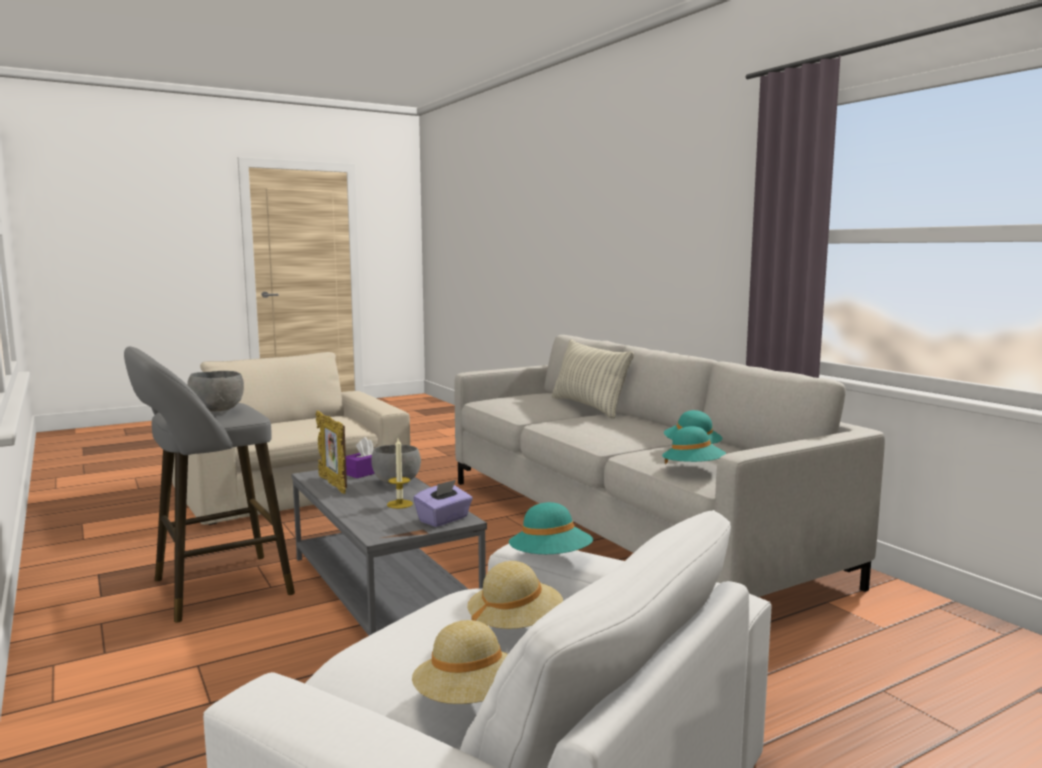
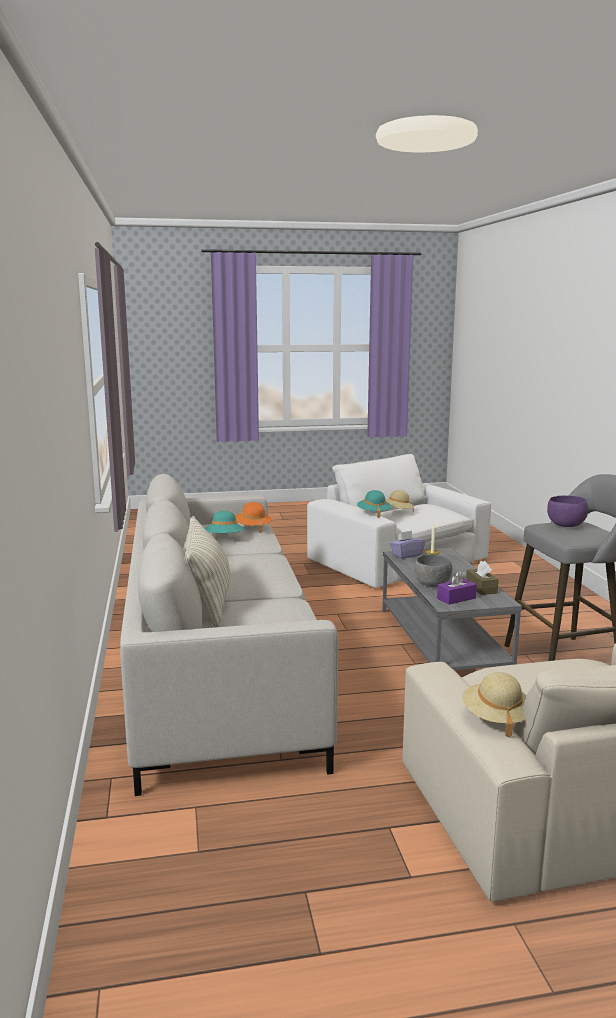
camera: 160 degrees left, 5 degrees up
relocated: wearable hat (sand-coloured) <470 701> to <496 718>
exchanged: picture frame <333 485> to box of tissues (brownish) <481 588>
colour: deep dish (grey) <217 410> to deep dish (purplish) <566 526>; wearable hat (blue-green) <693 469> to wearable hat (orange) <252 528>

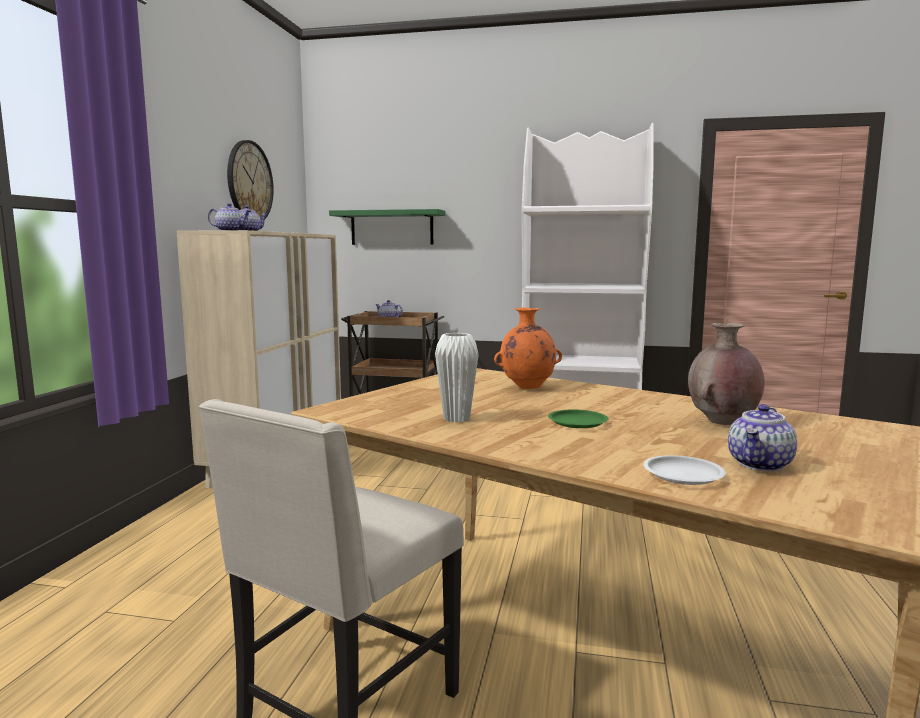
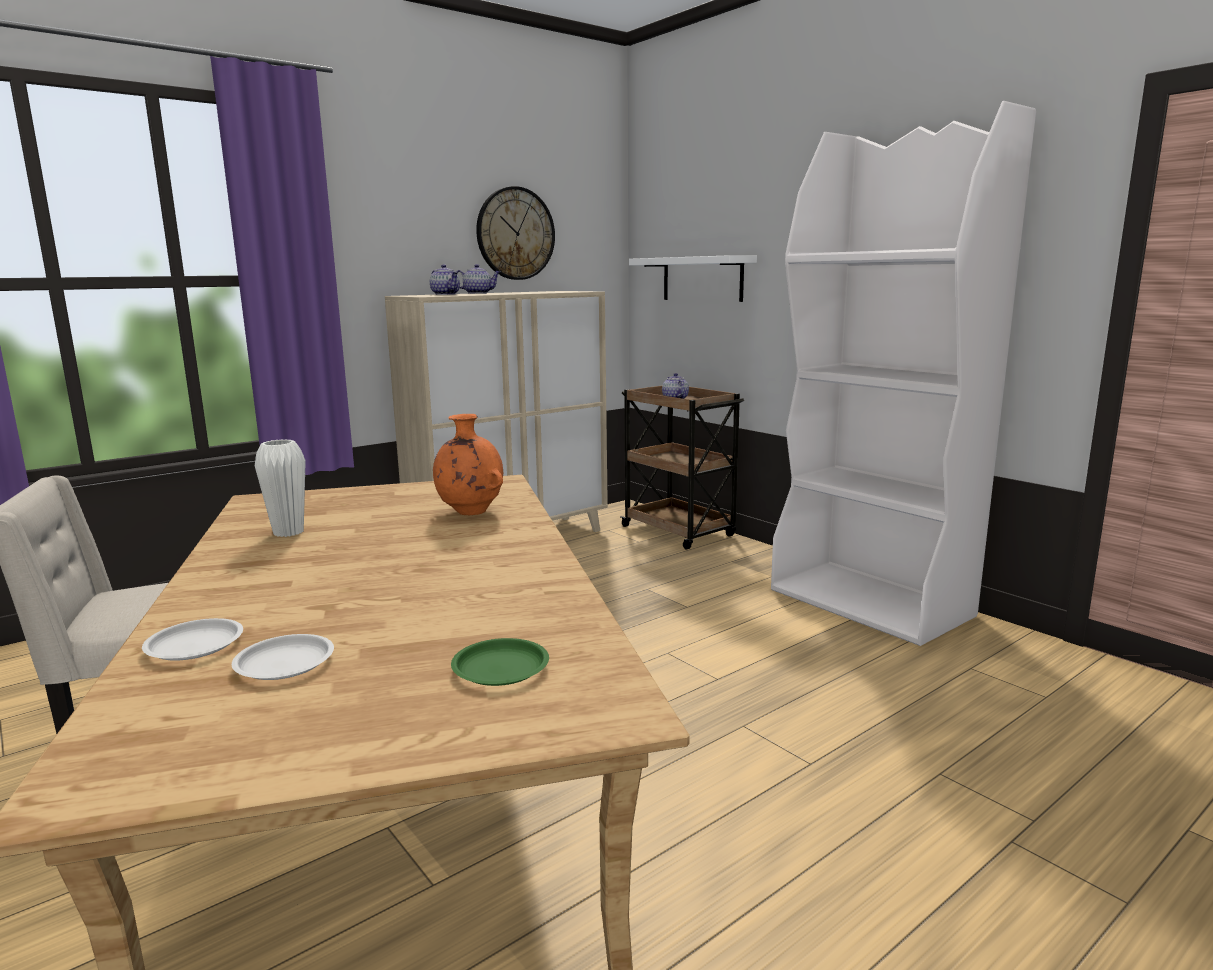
camera: 40 degrees right, 5 degrees up
missing: flower vase (brownish) <722 422>
relocated: dinner plate (green-coloured) <577 422> to <500 668>
exchanged: tea pot <760 464> to dinner plate (white) <285 663>
colour: wall shelf (green-coloured) <392 228> to wall shelf (white) <702 279>

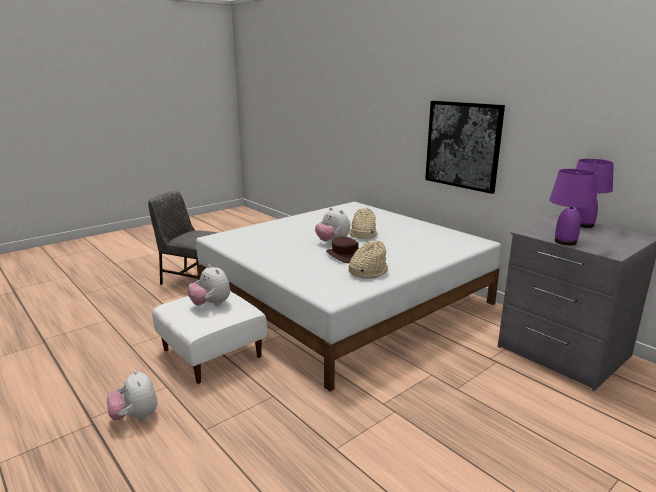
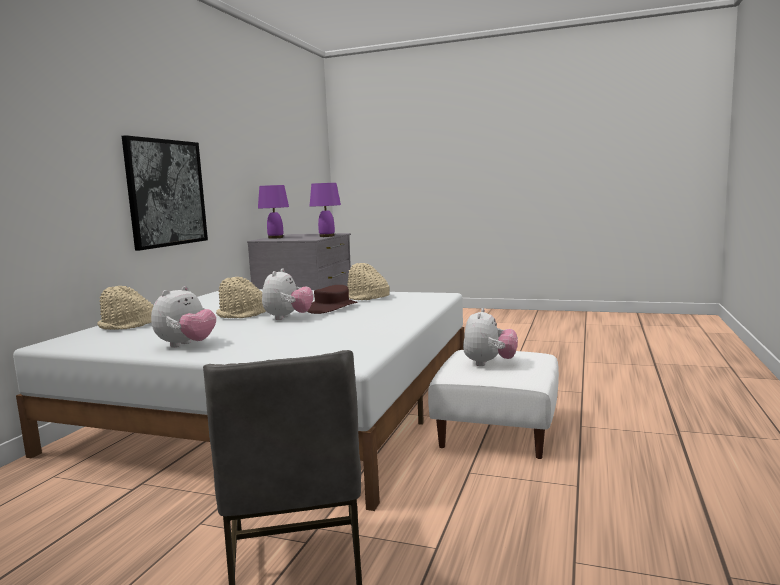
camera: 120 degrees left, 10 degrees down
appeared: wearable hat (sand-coloured) <128 325>
relocated: plush toy <135 417> to <186 345>

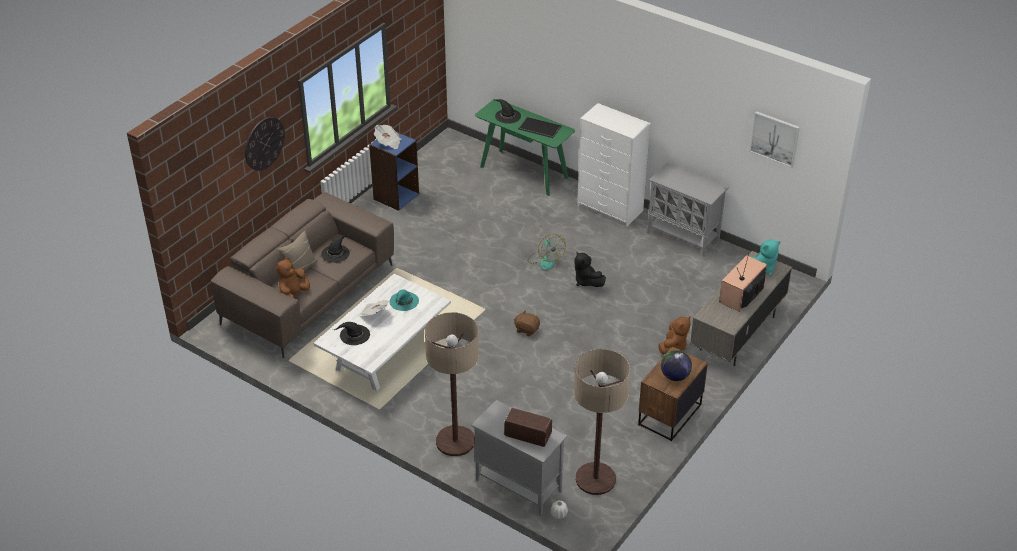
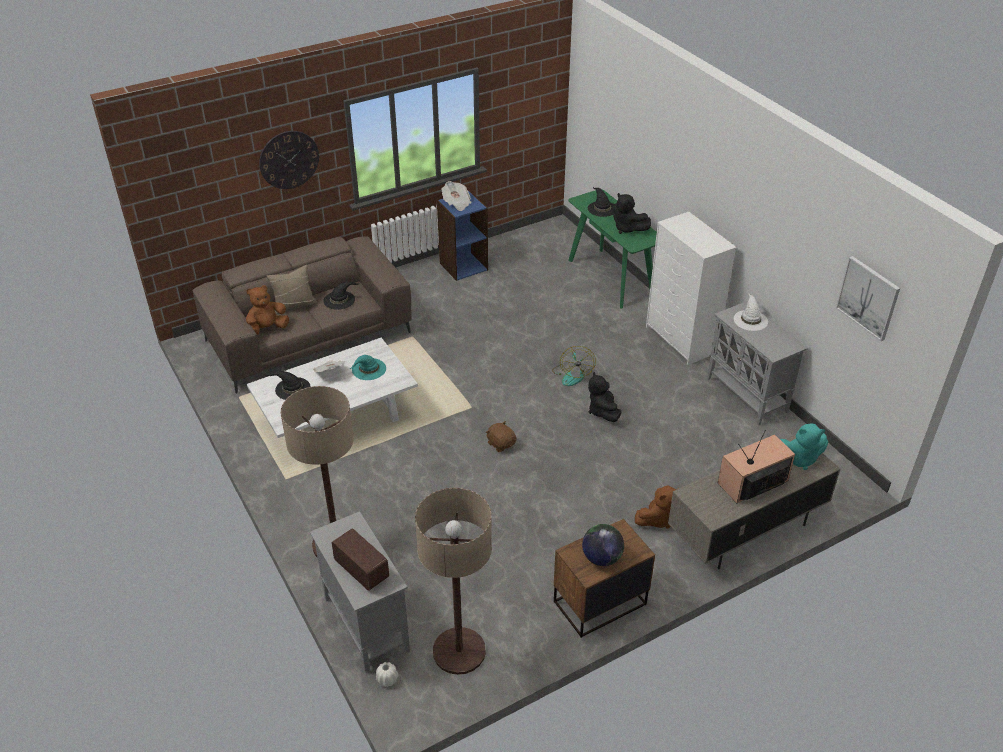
camera: 25 degrees right, 0 degrees up
appeared: wearable hat (white) <750 320>
exchanged: carrying tray <539 128> to plush toy (black) <627 228>

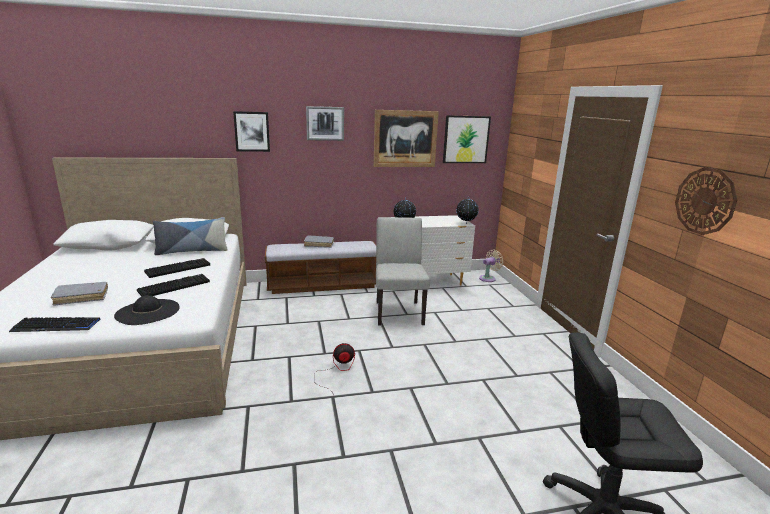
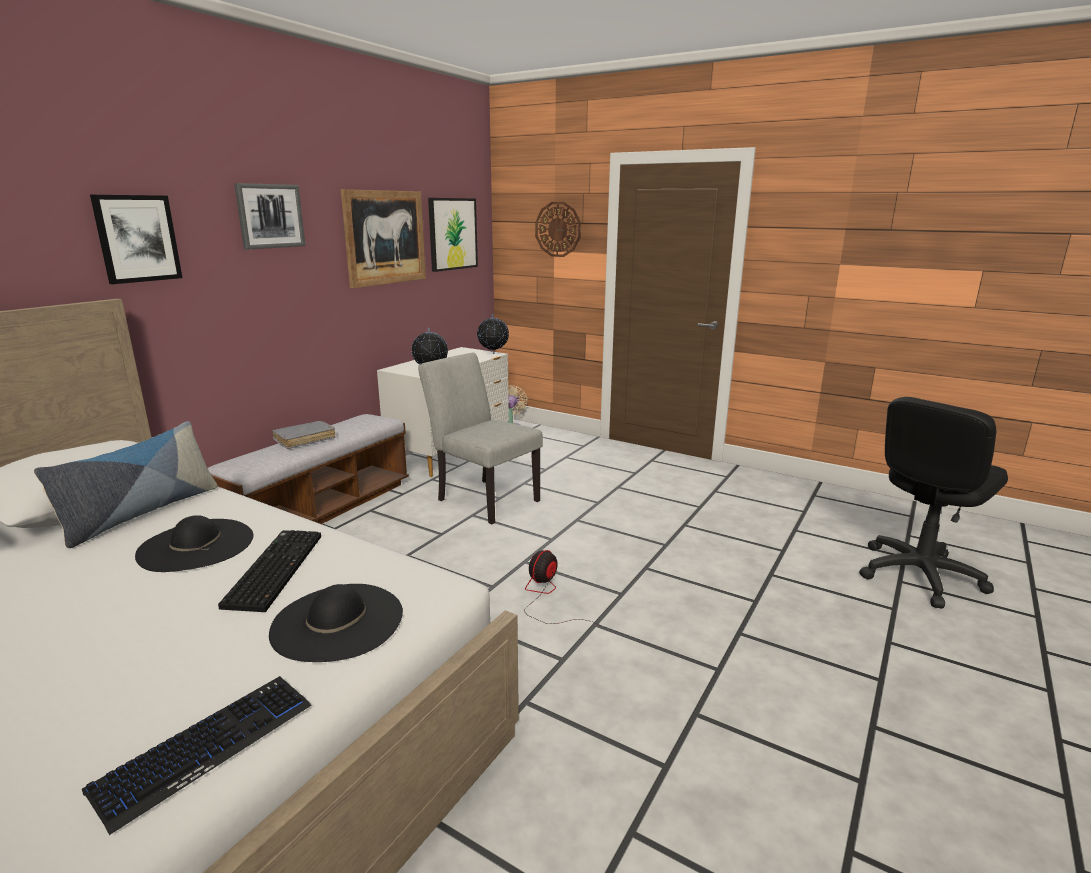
camera: 45 degrees left, 0 degrees up
missing: volume (grey) <81 297>
relocated: clock on the wall <705 201> to <558 229>
exchanged: keyboard <178 268> to wearable hat (black) <196 545>

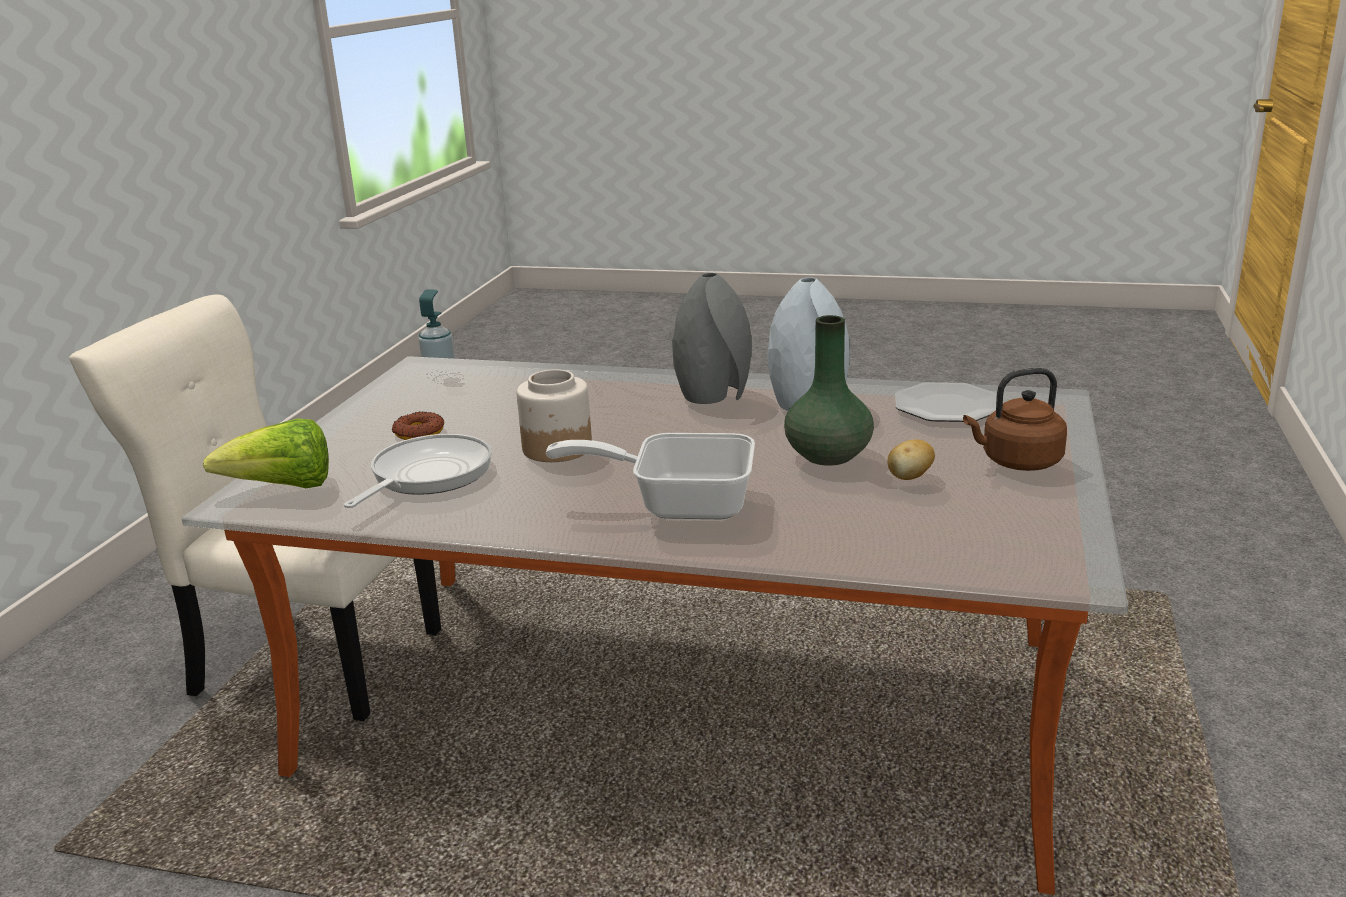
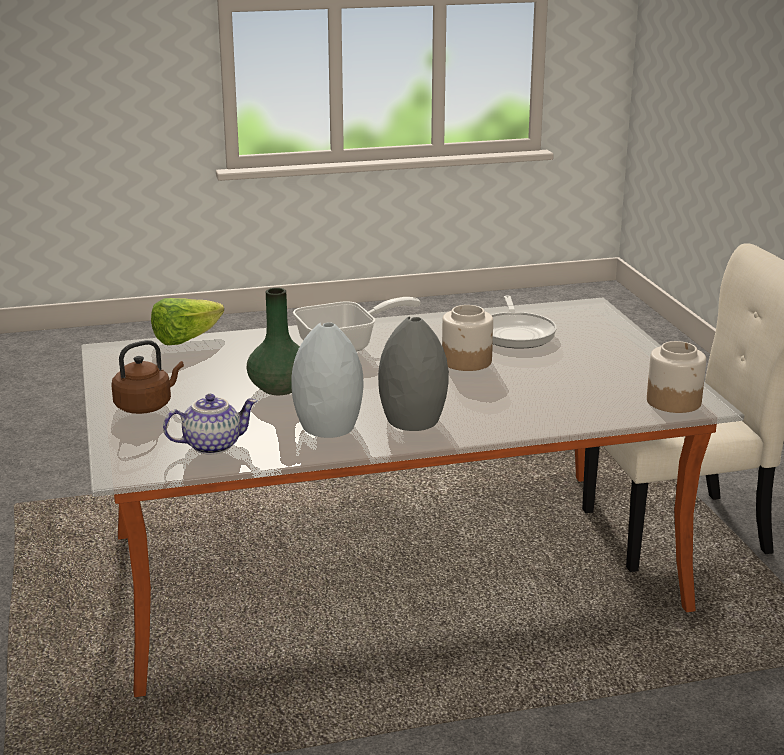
camera: 150 degrees right, 0 degrees up
missing: ring doughnut <419 433>; potato <909 478>
relocated: lettuce head <283 488> to <186 339>
exchanged: liquid soap bottle <439 372> to jar <674 401>; dinner plate <947 406> to tea pot <212 445>

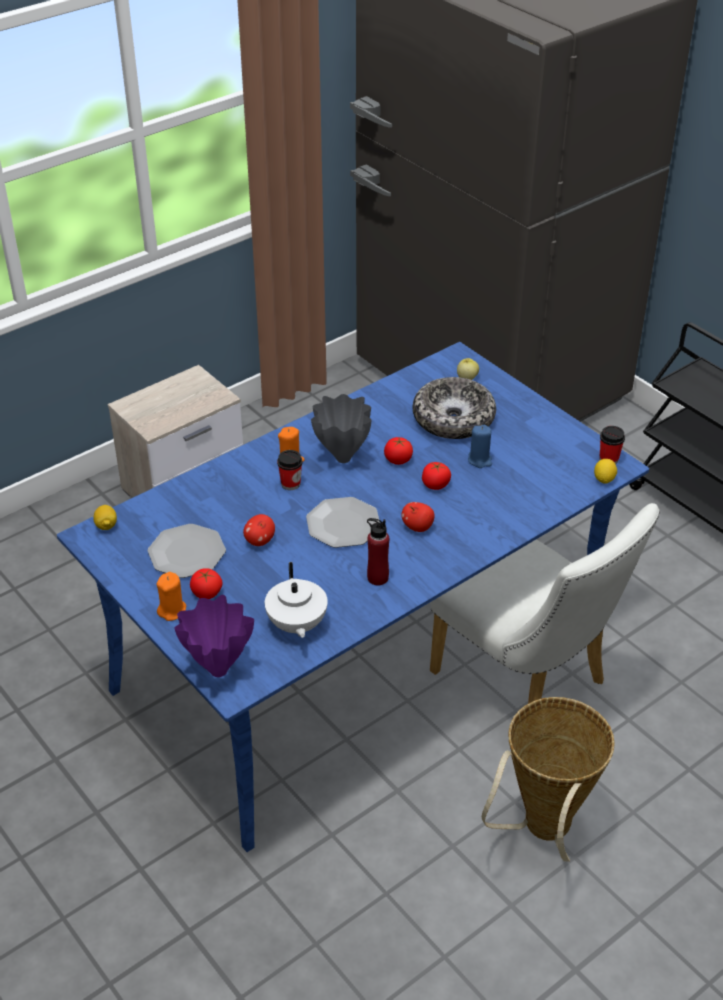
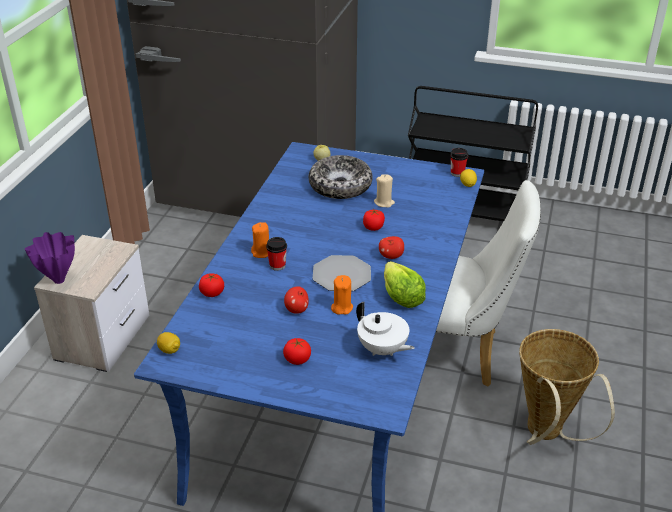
camera: 35 degrees left, 5 degrees down
missing: flower vase (grey) <342 458>; dinner plate <187 552>
relocated: fresh tomato <398 460> to <212 293>; candle (orange) <172 610> to <341 307>; flower vase (purplish) <219 669> to <59 280>
exchanged: drink bottle (red) <377 578> to lettuce head <401 297>
colour: candle (bluish) <480 460> to candle (sand-coloured) <384 203>

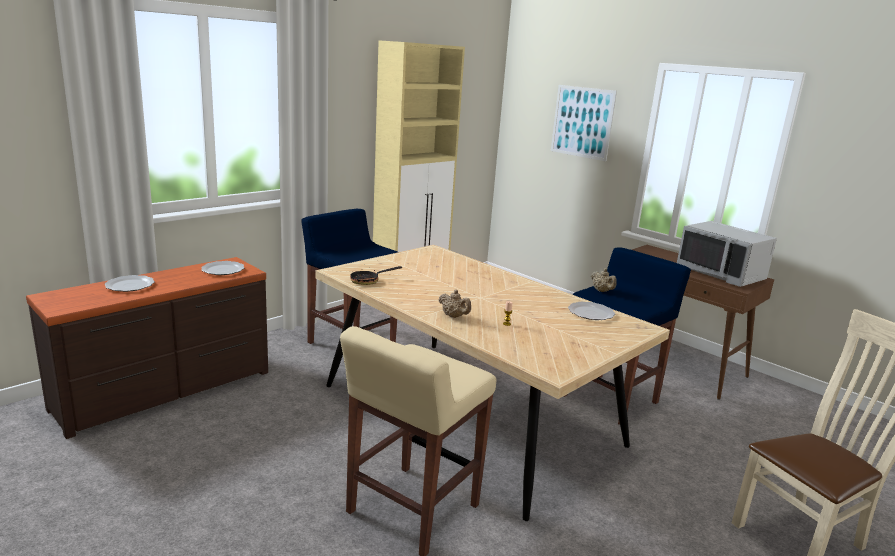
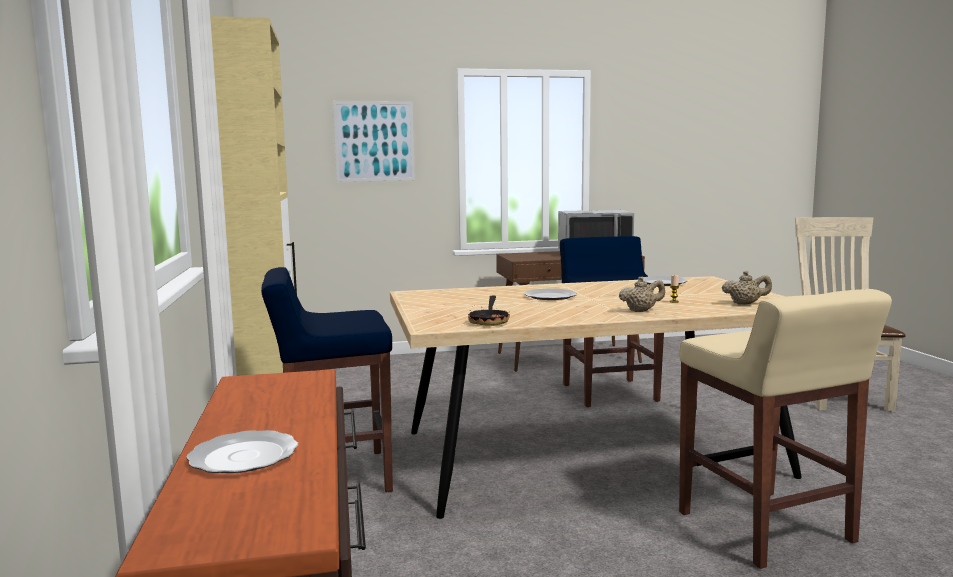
camera: 55 degrees left, 10 degrees down
relocated: dinner plate <223 270> to <550 296>; tea pot (sand-coloured) <602 291> to <745 304>

